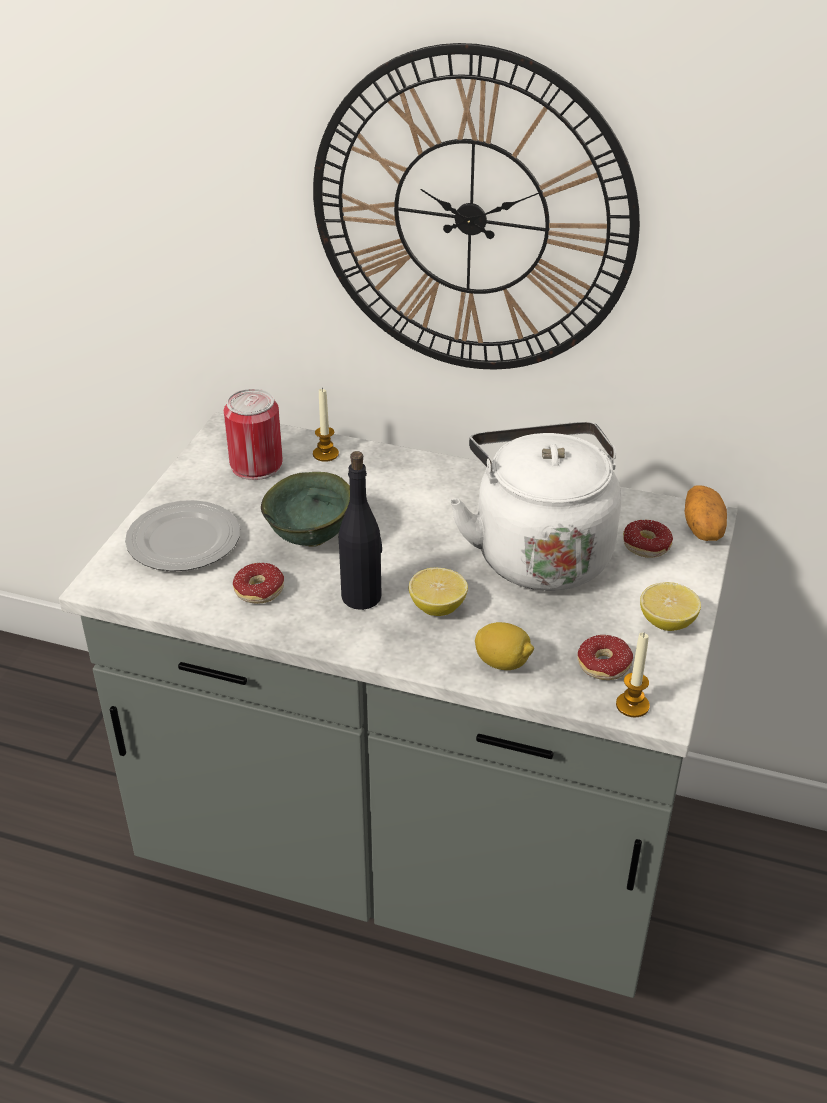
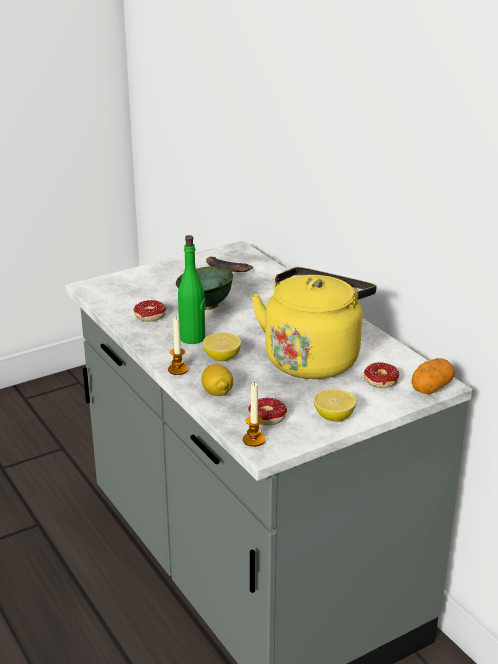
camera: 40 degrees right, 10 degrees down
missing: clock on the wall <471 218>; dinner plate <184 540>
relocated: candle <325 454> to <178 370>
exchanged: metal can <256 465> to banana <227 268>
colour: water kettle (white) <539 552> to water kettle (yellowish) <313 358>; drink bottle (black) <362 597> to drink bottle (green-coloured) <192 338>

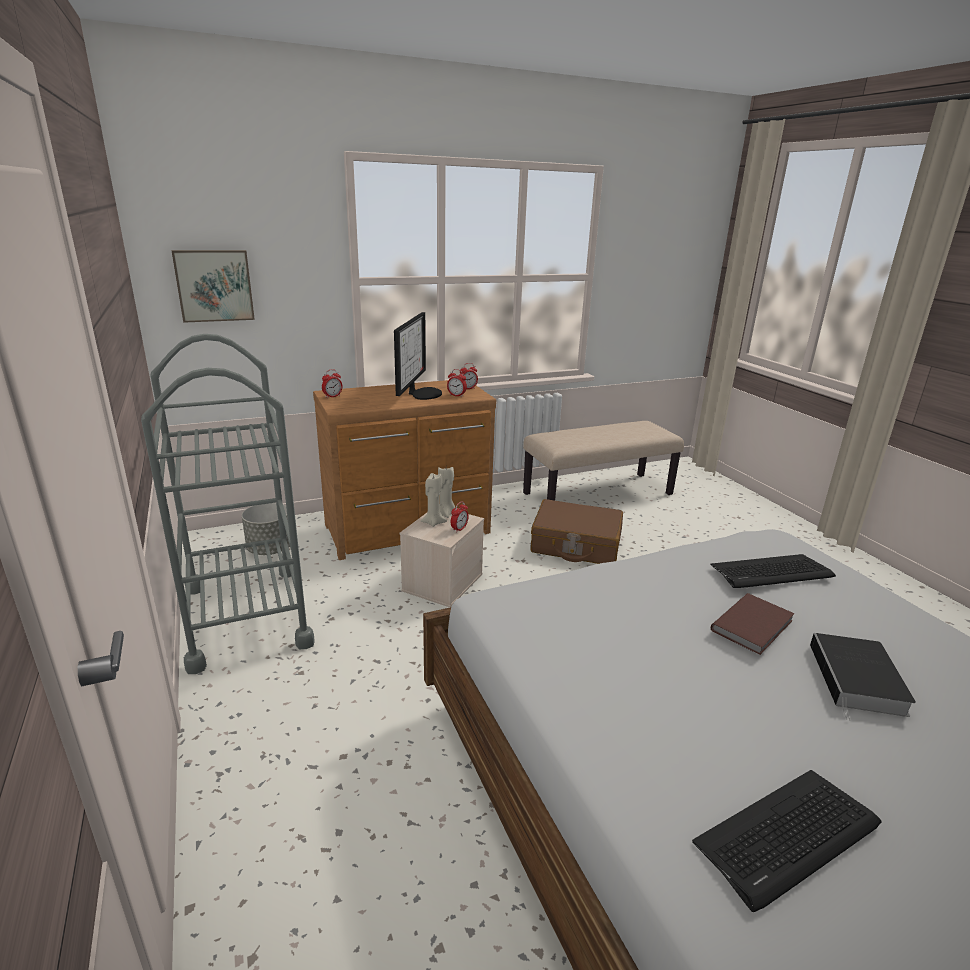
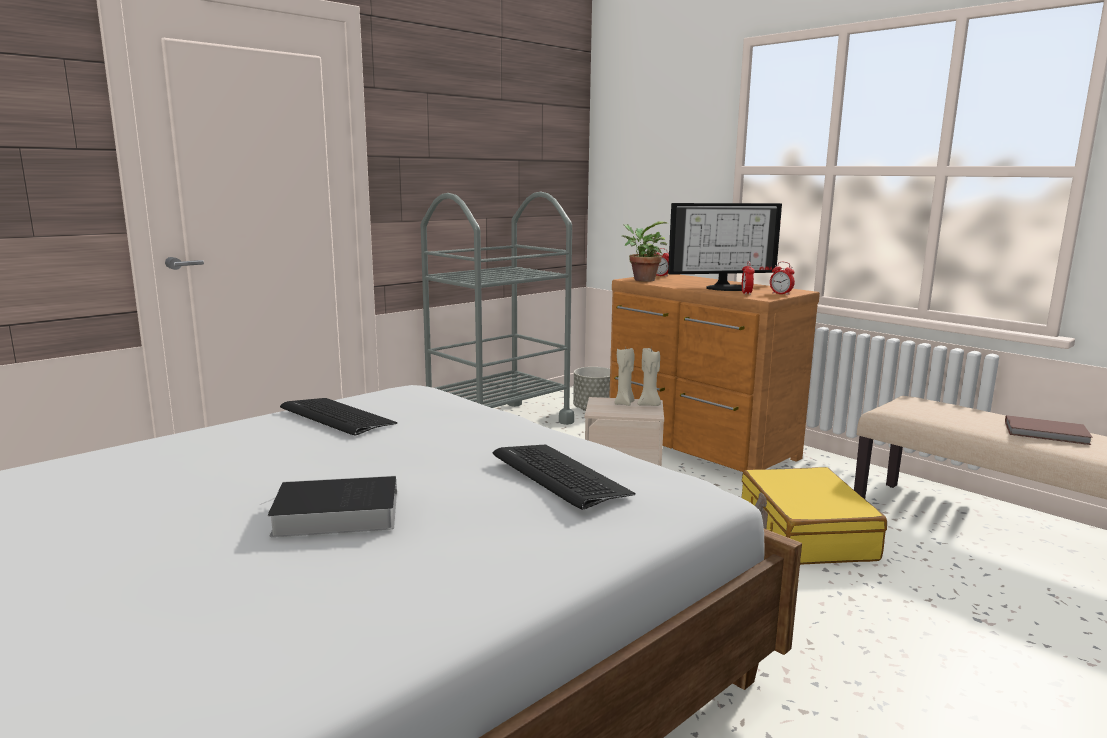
camera: 70 degrees right, 10 degrees down
missing: wall picture <214 285>; alarm clock <459 529>
appeared: plant in a pot <641 280>
relocated: volume (brownish) <754 626> to <1047 433>; keyboard <787 836> to <336 417>
colour: travel case (brownish) <575 545> to travel case (yellowish) <804 533>

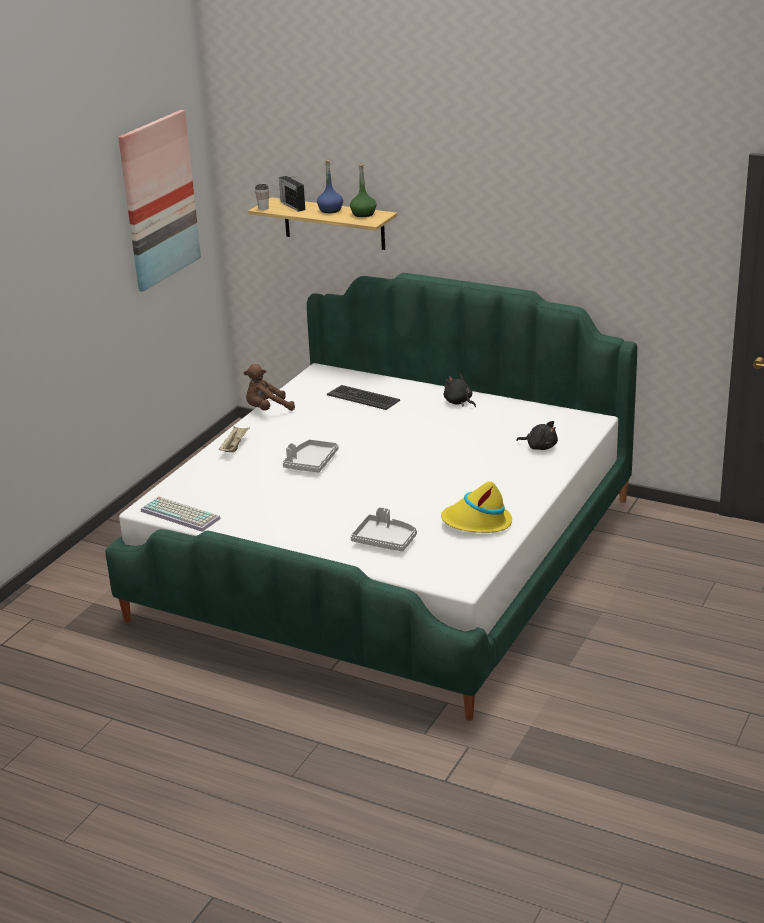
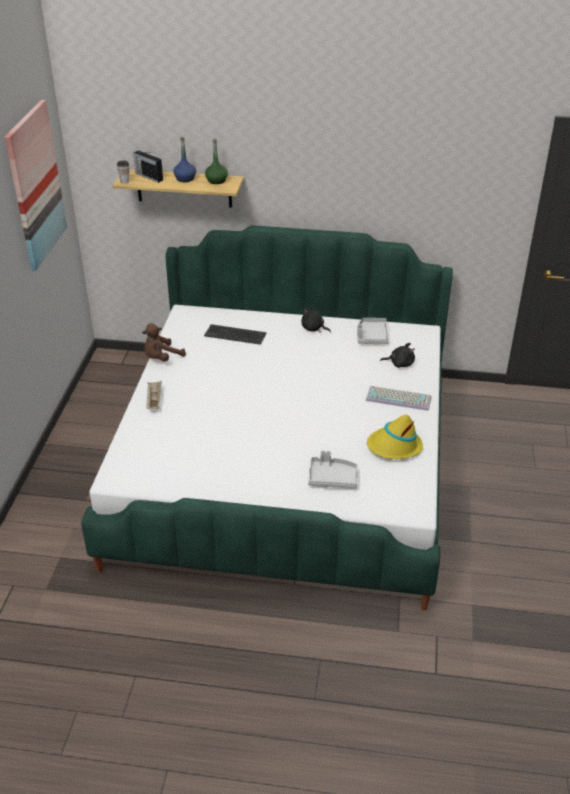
camera: 20 degrees left, 10 degrees up
relocated: carrying tray (grey) <311 463> to <371 336>; keyboard <182 514> to <399 398>

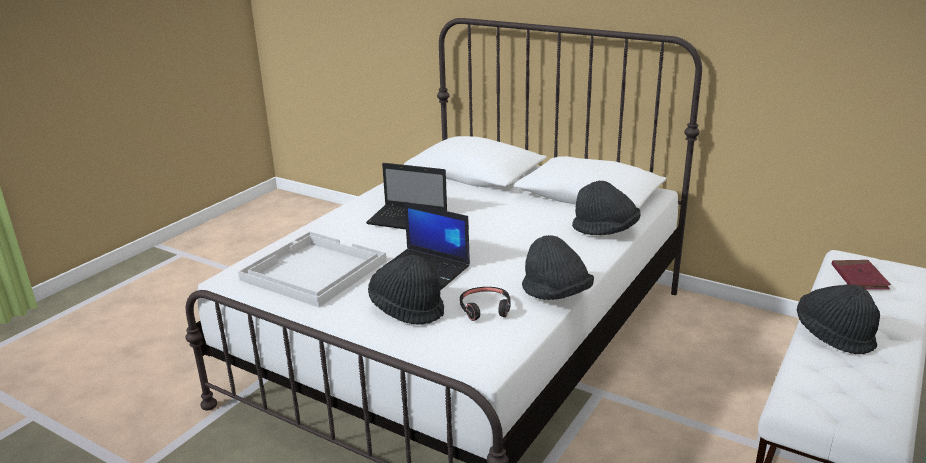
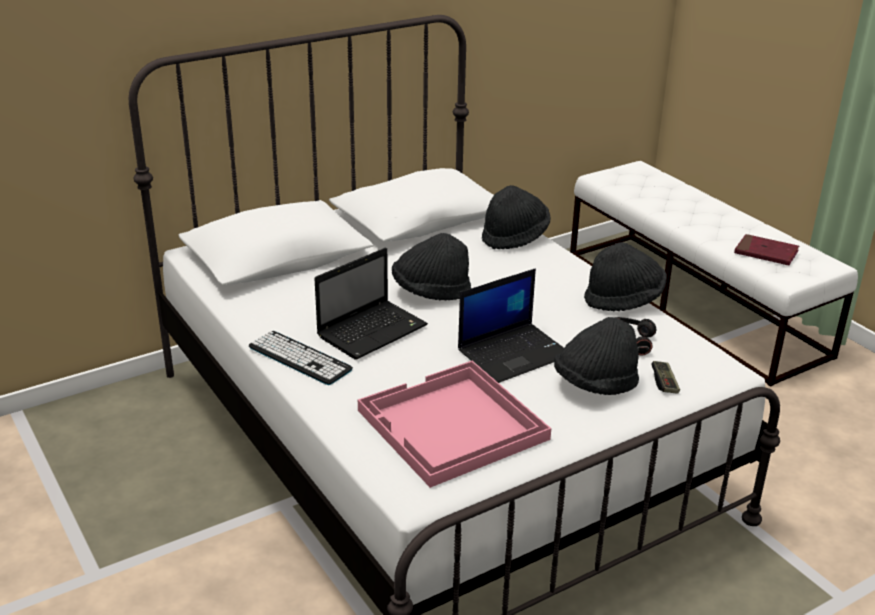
camera: 65 degrees left, 5 degrees up
appeared: keyboard <300 358>; joypad <664 383>
relocated: volume (red) <859 277> to <766 253>; wearable hat (black) <833 335> to <431 292>
colour: carrying tray (white) <312 271> to carrying tray (pink-coloured) <452 426>

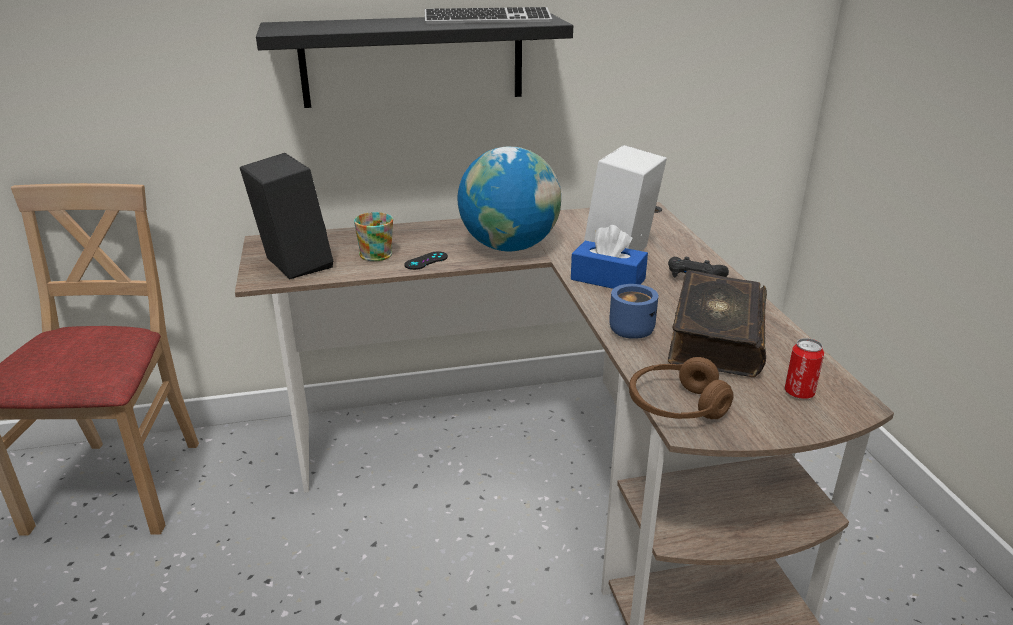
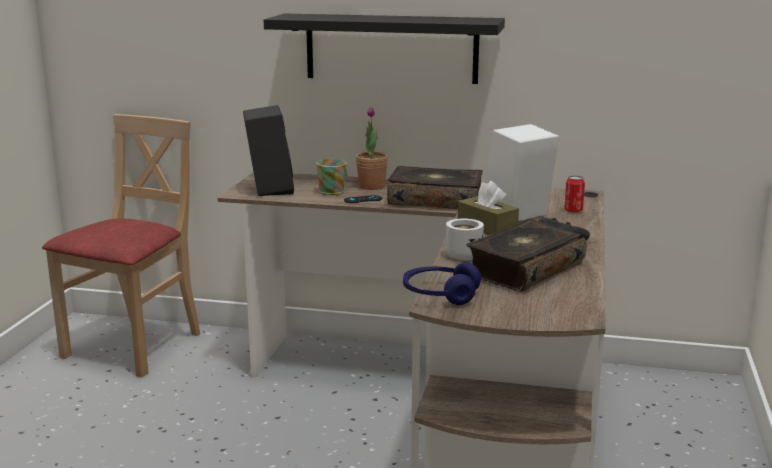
camera: 25 degrees right, 10 degrees down
missing: keyboard <487 20>
appeared: plant in a pot <371 186>
relocated: metal can <799 393> to <573 211>
exchanged: world globe <509 247> to volume <435 200>
colour: box of tissues (bluish) <608 279> to box of tissues (brownish) <487 228>; mug (bluish) <628 328> to mug (white) <463 254>; headphones (brownish) <676 406> to headphones (bluish) <440 295>

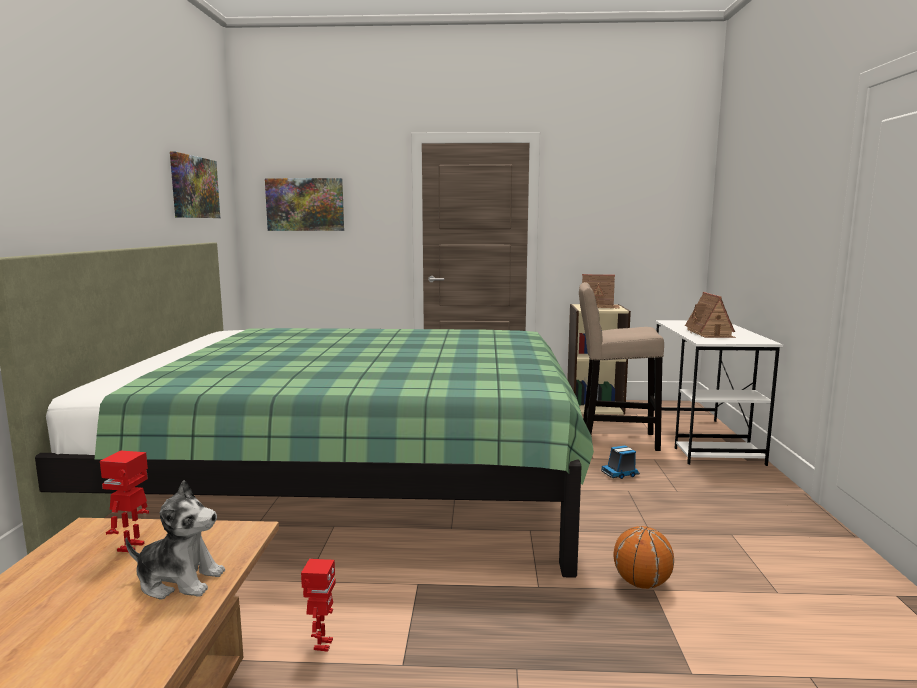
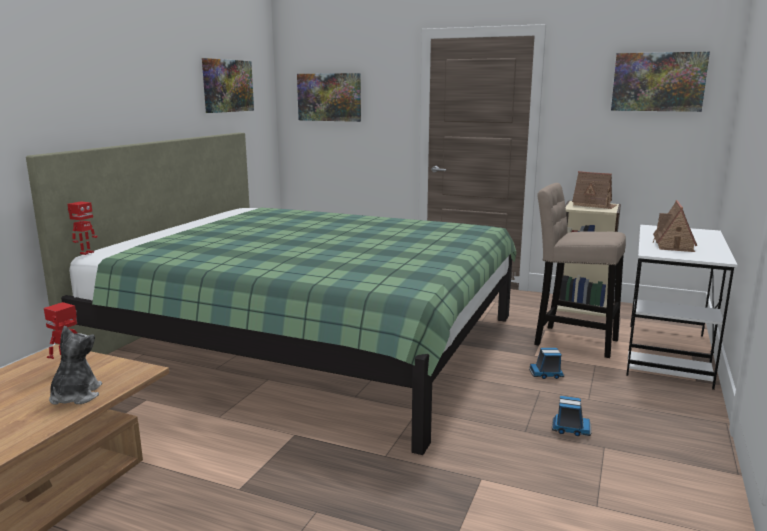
camera: 20 degrees right, 5 degrees up
missing: basketball ball <641 584>
appeared: wall picture <658 82>; model truck <570 429>
relocated: toy robot <322 645> to <86 253>
spun: plush toy <179 580> = <75 396> 120 degrees counterclockwise

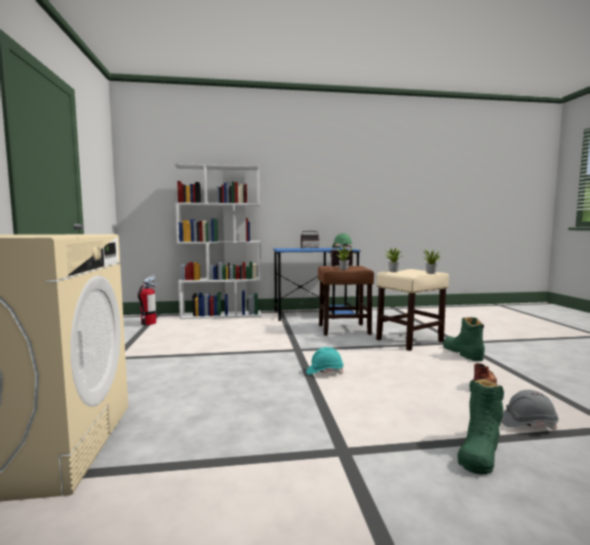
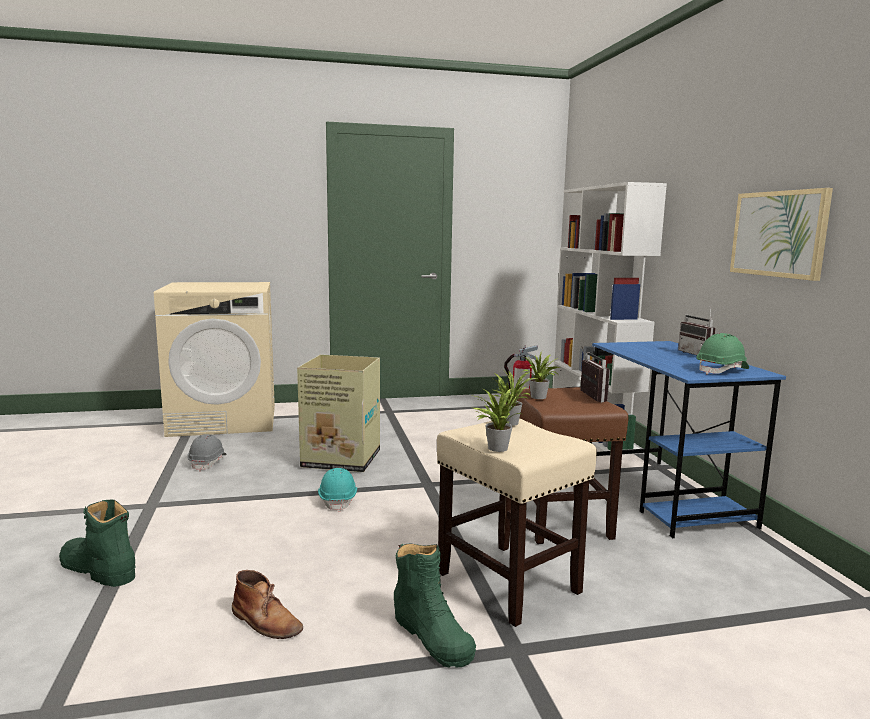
camera: 85 degrees right, 5 degrees up
appeared: wall picture <779 234>; carton <340 459>
relocated: hard hat (grey) <527 424> to <208 462>
spun: boot (green-coloured) <462 353> = <432 636> 75 degrees clockwise

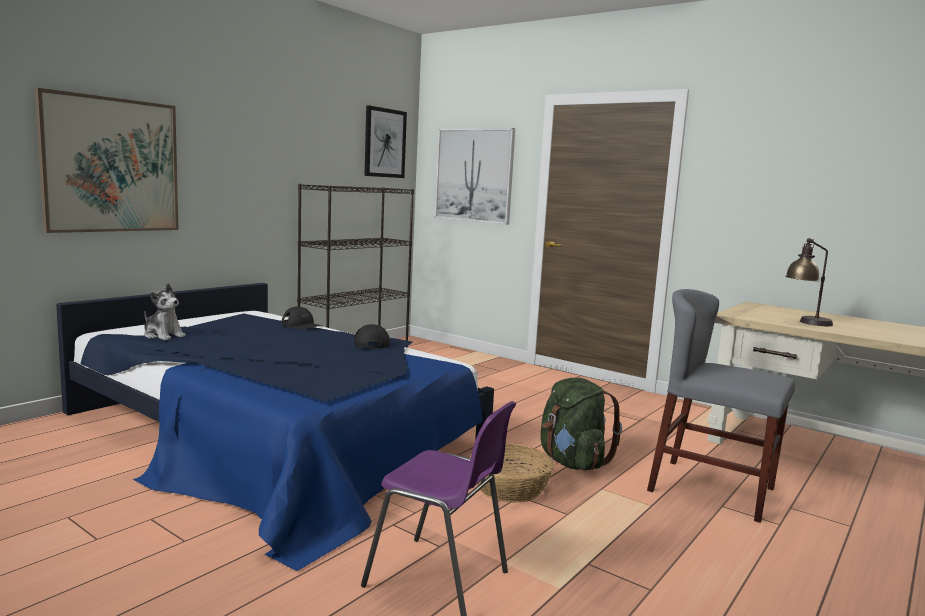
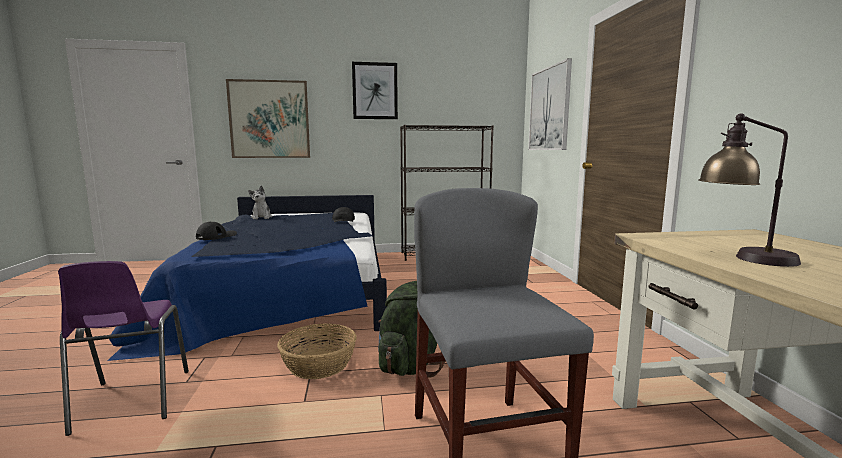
camera: 45 degrees right, 0 degrees up
relocated: wall picture <384 143> to <375 91>; peaked cap (black) <371 343> to <216 236>

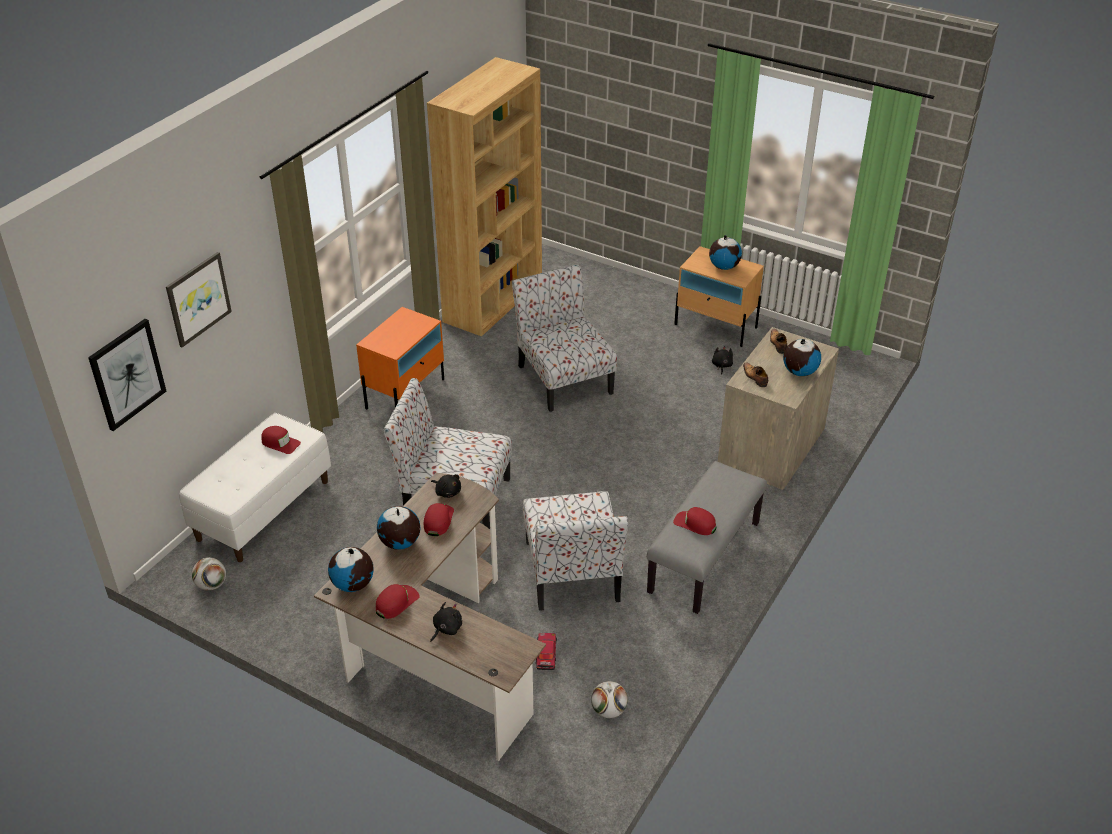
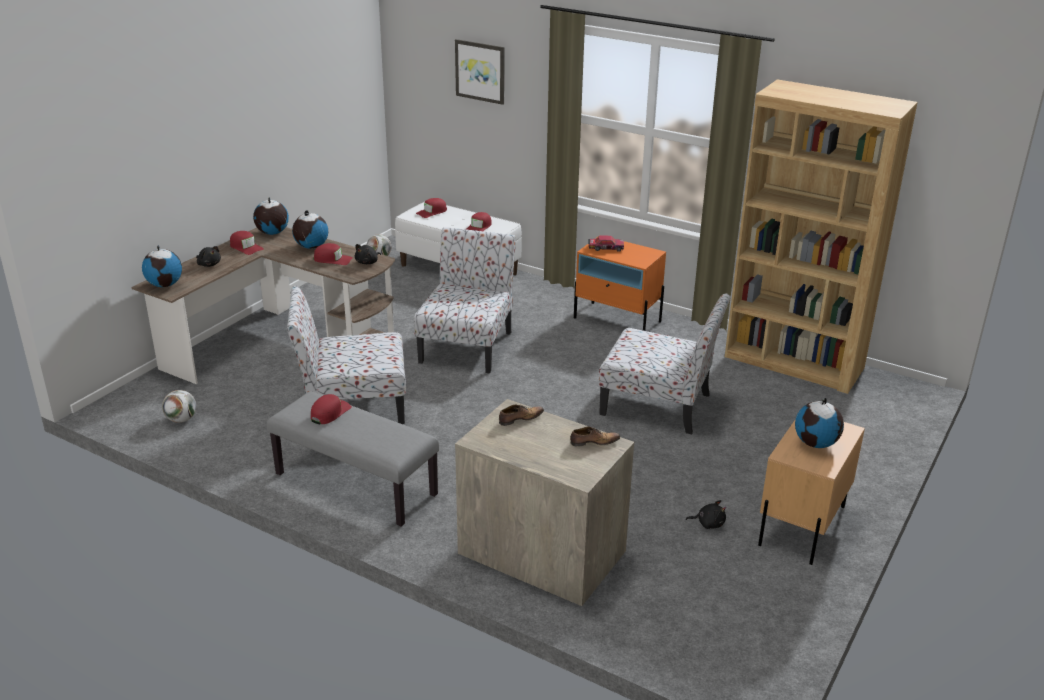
camera: 90 degrees right, 10 degrees down
missing: wall picture <127 374>
appeared: peaked cap (red) <432 212>
relocated: world globe <799 372> to <165 285>; toy car <546 655> to <605 248>
spun: plain chair <563 378> = <658 405> 45 degrees clockwise

